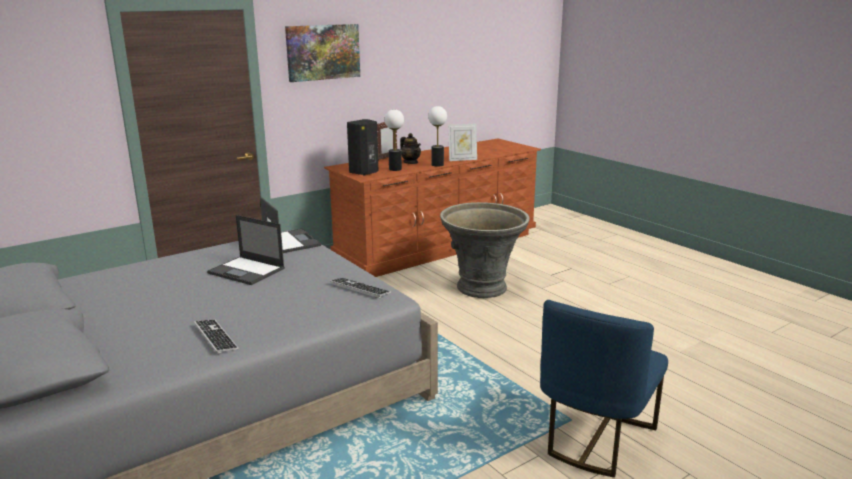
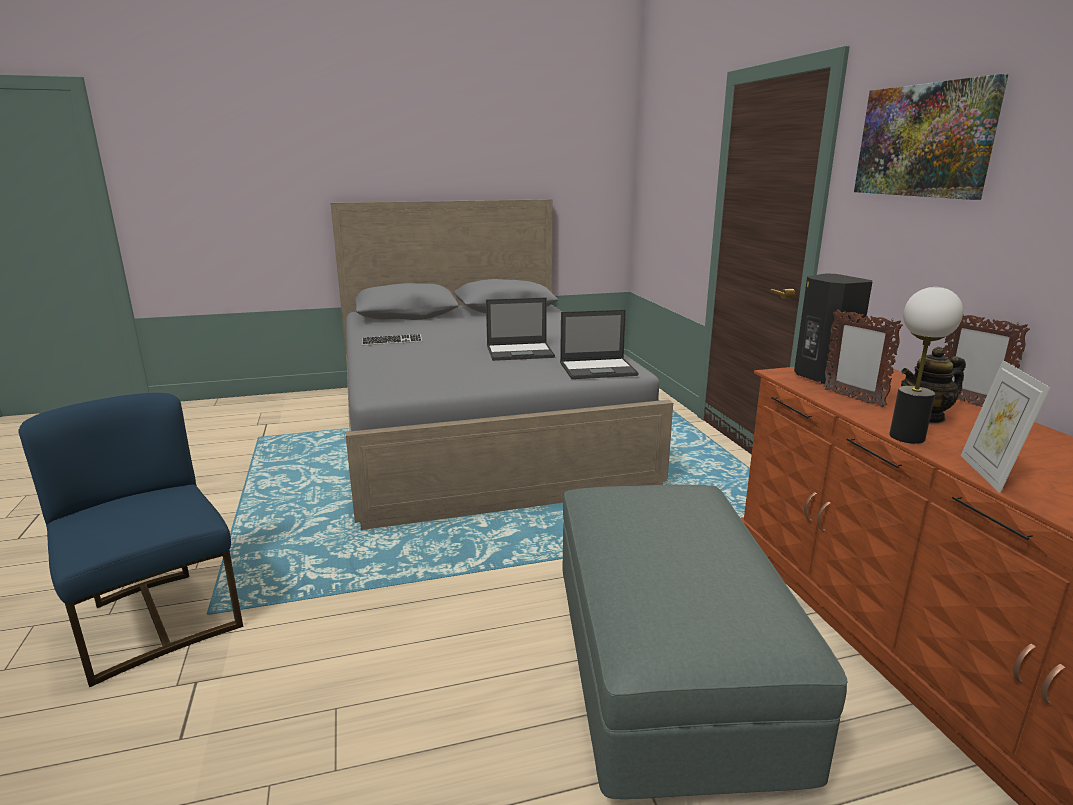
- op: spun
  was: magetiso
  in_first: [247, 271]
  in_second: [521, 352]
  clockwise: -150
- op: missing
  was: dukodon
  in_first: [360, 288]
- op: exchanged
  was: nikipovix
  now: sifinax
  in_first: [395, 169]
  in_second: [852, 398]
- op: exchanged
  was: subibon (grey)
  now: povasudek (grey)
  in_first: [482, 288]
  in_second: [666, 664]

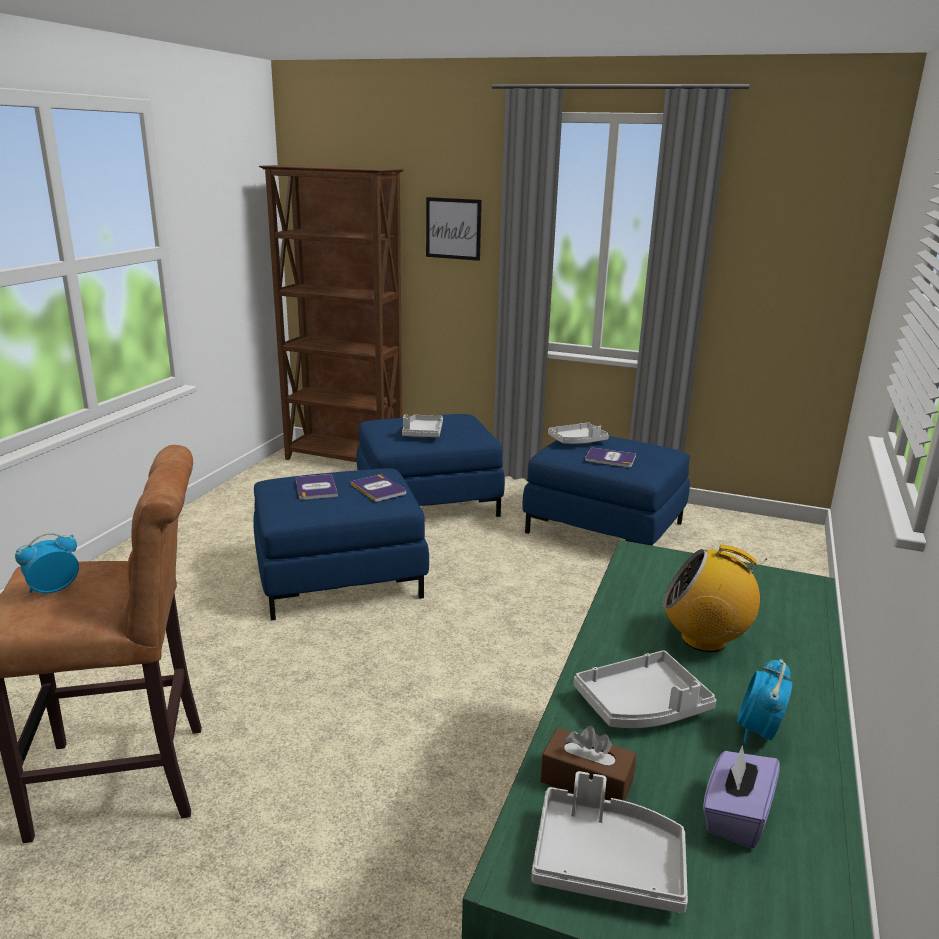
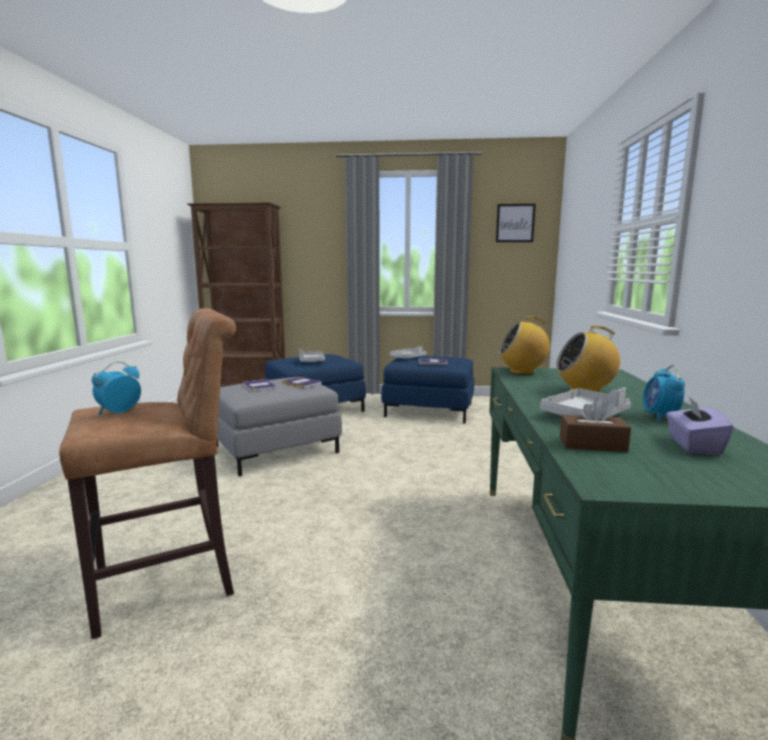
- op: colour
  was: povasudek (blue)
  now: povasudek (grey)
  in_first: [339, 577]
  in_second: [276, 449]
- op: relocated
  was: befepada
  in_first: [453, 228]
  in_second: [515, 223]
- op: missing
  was: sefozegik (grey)
  in_first: [607, 863]
- op: appeared
  now: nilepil
  in_second: [522, 372]

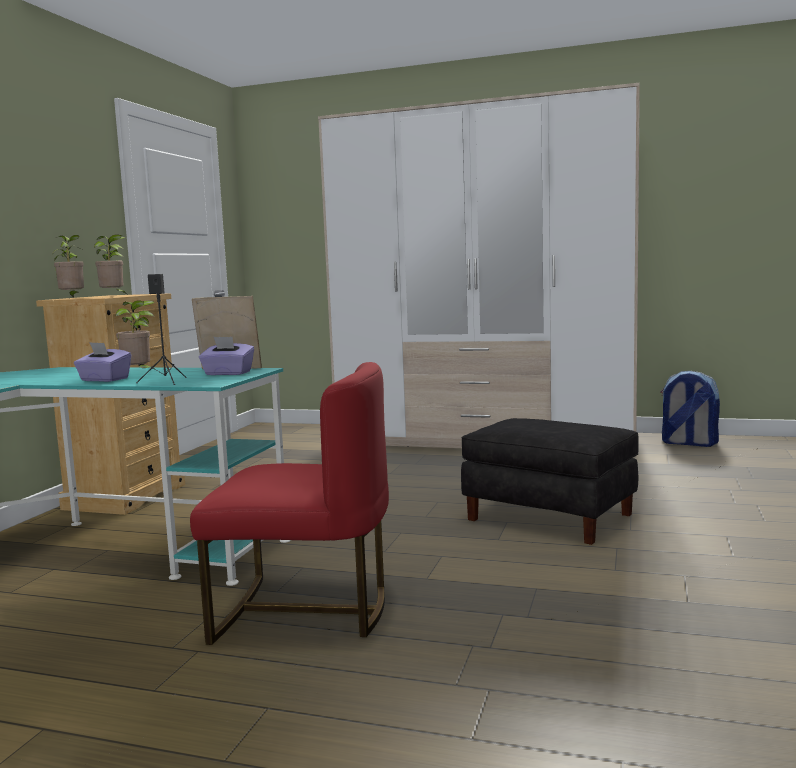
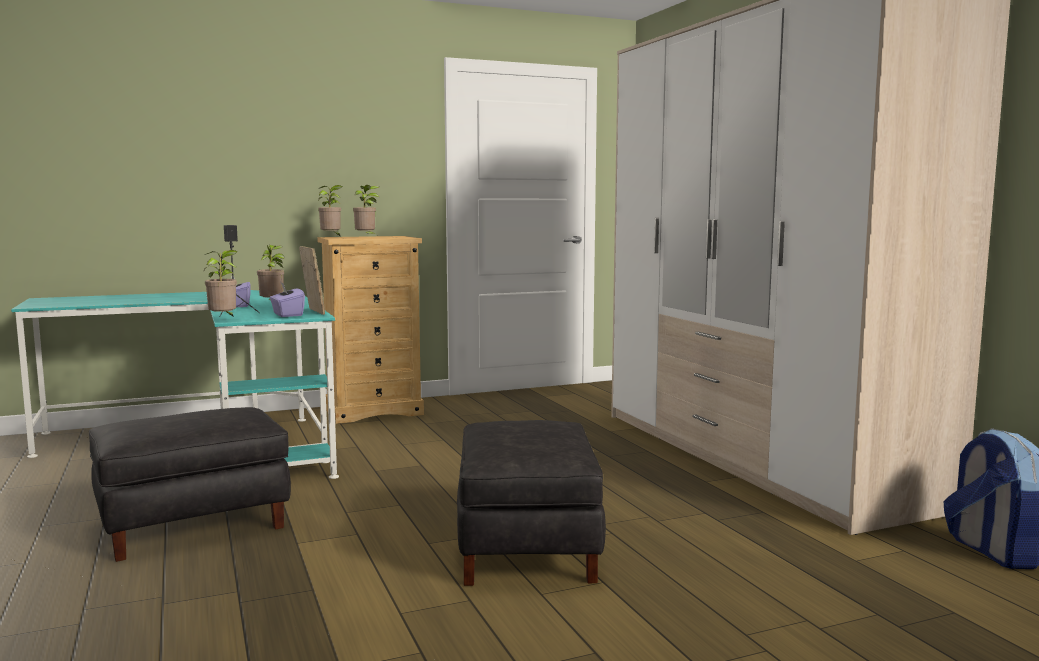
- op: exchanged
  was: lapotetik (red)
  now: povasudek (black)
  in_first: [304, 611]
  in_second: [192, 525]
- op: appeared
  now: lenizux
  in_second: [224, 320]

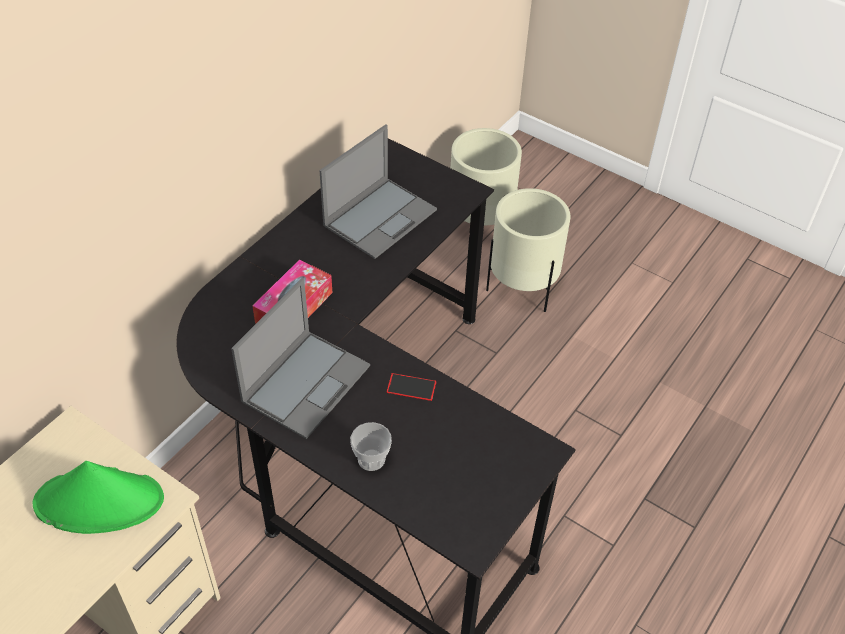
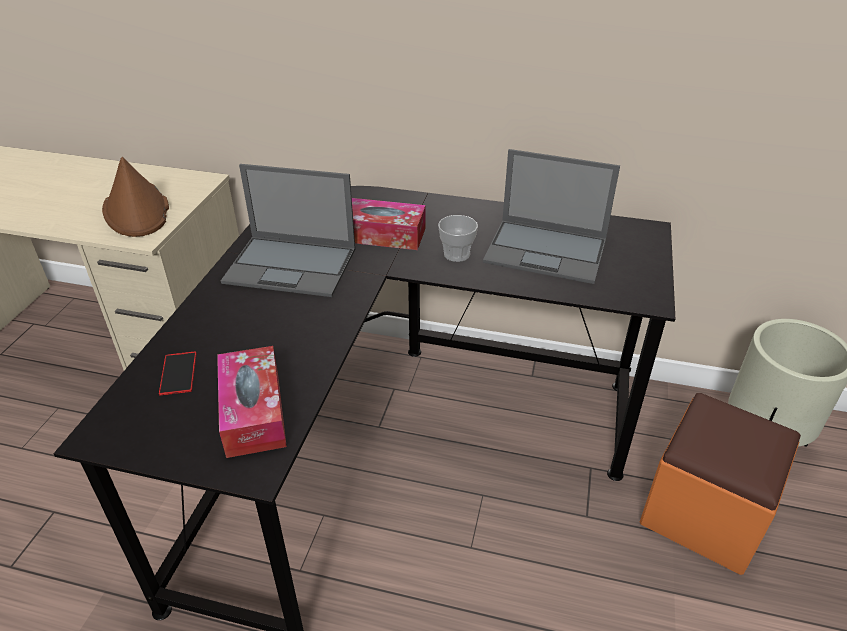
- op: colour
  was: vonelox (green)
  now: vonelox (brown)
  in_first: [100, 501]
  in_second: [137, 211]
- op: relocated
  was: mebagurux
  in_first: [371, 459]
  in_second: [456, 254]
- op: relocated
  was: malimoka
  in_first: [411, 387]
  in_second: [178, 373]
- op: exchanged
  was: subibon (beige)
  now: povasudek (orange)
  in_first: [522, 289]
  in_second: [704, 513]
- op: appeared
  now: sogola
  in_second: [253, 412]

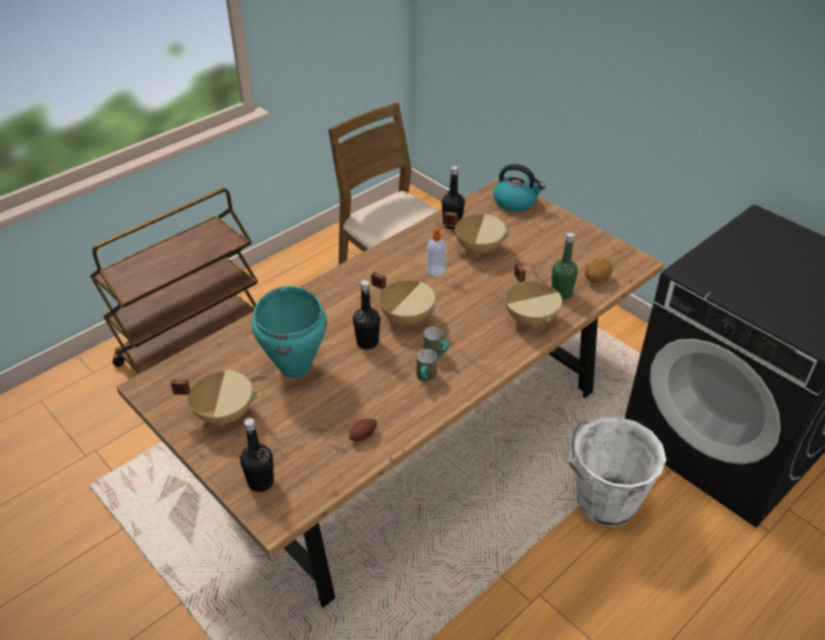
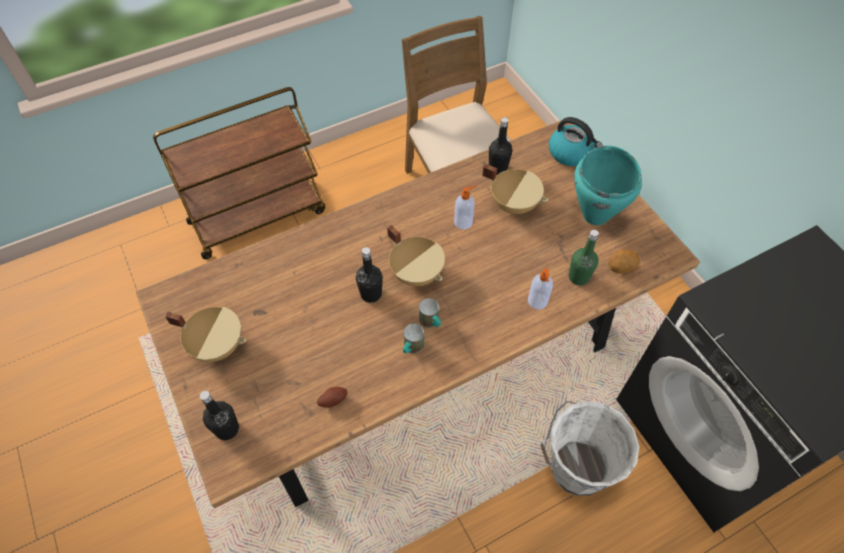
- op: relocated
  was: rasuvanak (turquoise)
  in_first: [295, 367]
  in_second: [595, 215]
- op: exchanged
  was: rasuvanak (beige)
  now: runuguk
  in_first: [531, 319]
  in_second: [537, 302]

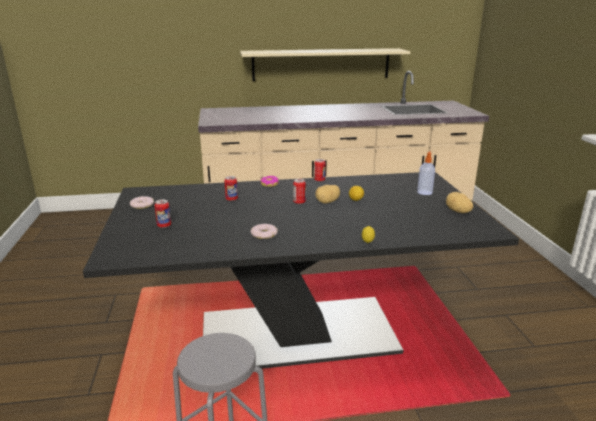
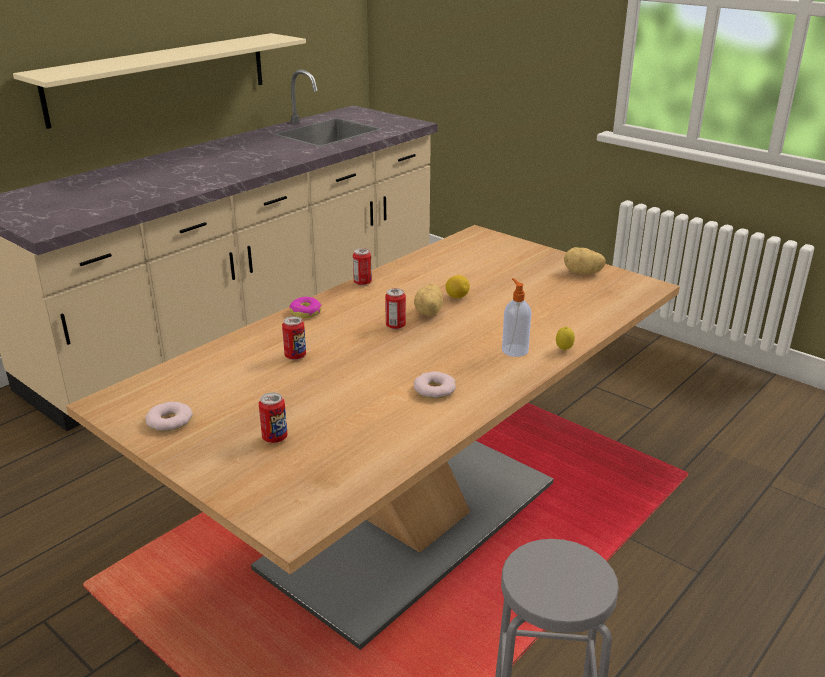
- op: colour
  was: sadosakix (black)
  now: sadosakix (beige)
  in_first: [298, 334]
  in_second: [412, 525]
- op: relocated
  was: runuguk
  in_first: [424, 192]
  in_second: [514, 350]

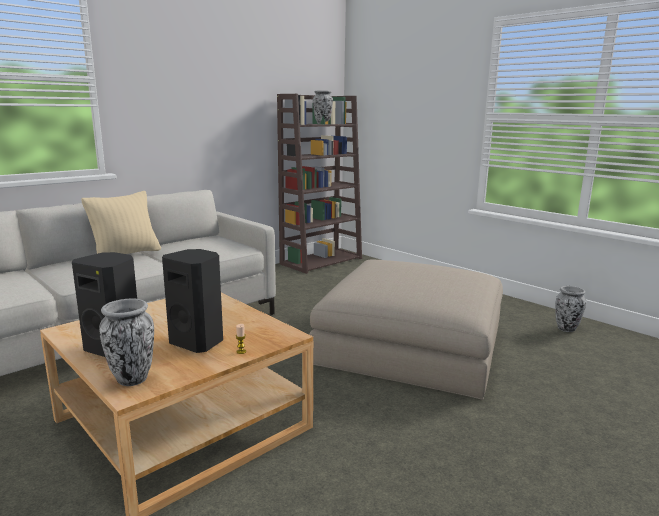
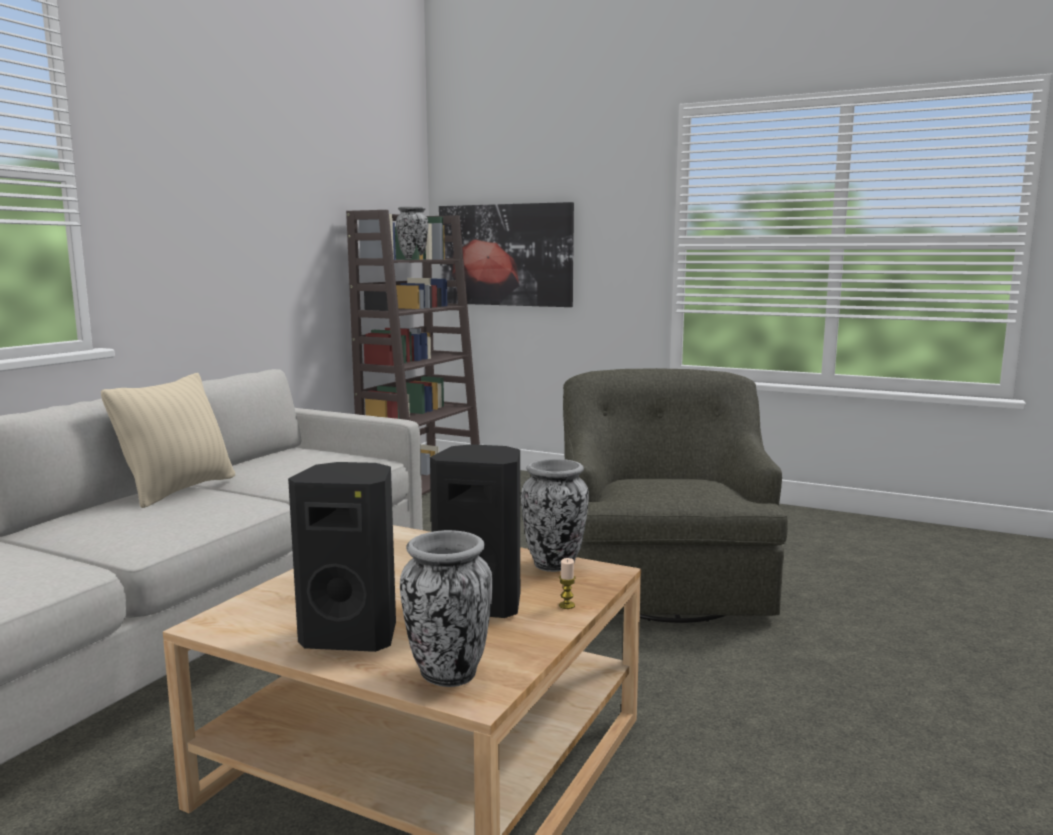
- op: exchanged
  was: povasudek (beige)
  now: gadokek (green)
  in_first: [410, 344]
  in_second: [663, 580]
- op: relocated
  was: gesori
  in_first: [566, 329]
  in_second: [554, 565]
- op: appeared
  now: befepada
  in_second: [505, 255]

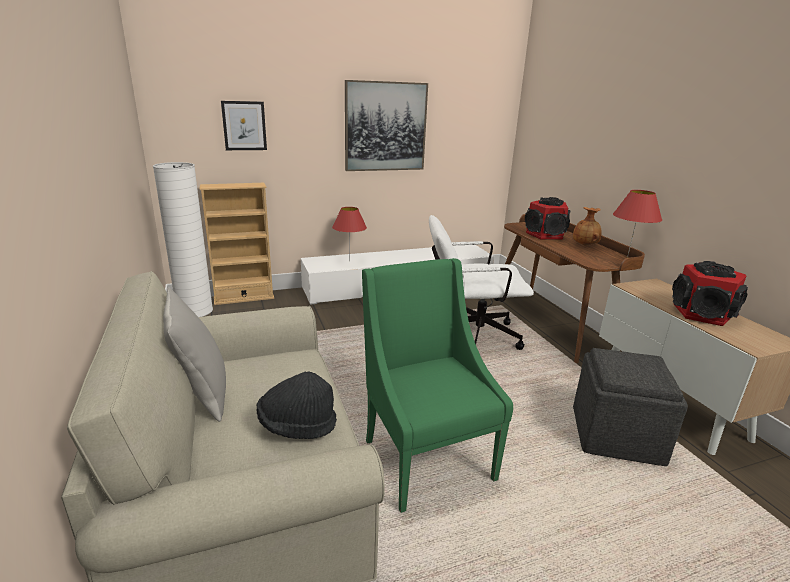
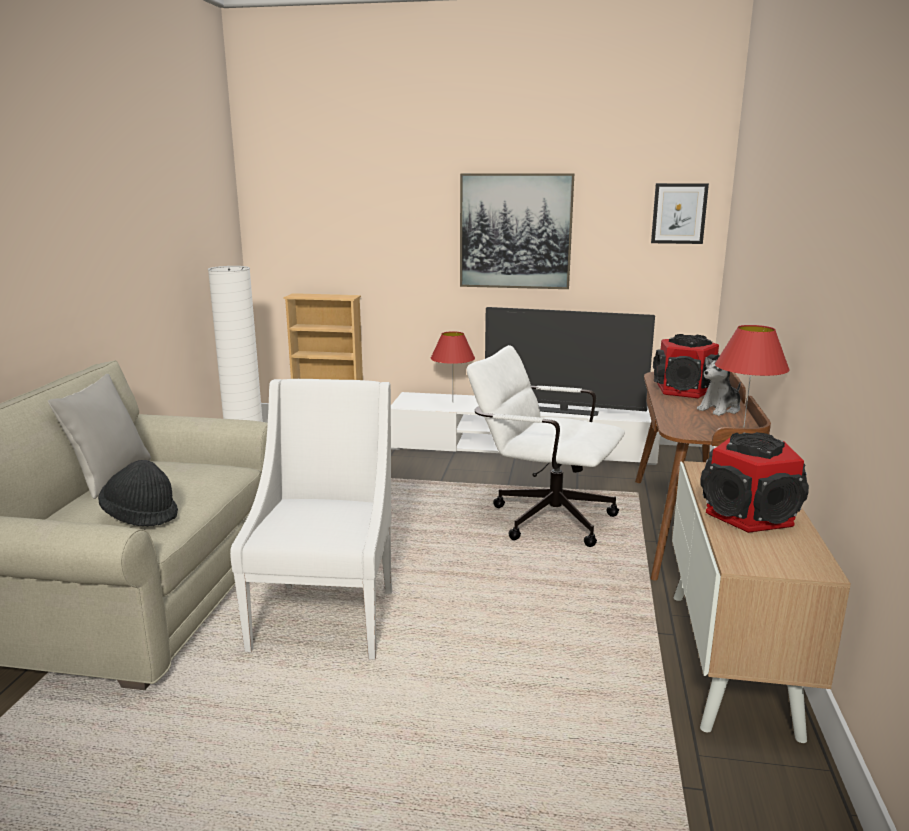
- op: relocated
  was: befepada
  in_first: [244, 126]
  in_second: [679, 213]
- op: colour
  was: gadokek (green)
  now: gadokek (white)
  in_first: [424, 457]
  in_second: [327, 616]
- op: exchanged
  was: gesori (brown)
  now: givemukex
  in_first: [585, 245]
  in_second: [720, 409]
- op: missing
  was: povasudek (grey)
  in_first: [615, 434]
- op: appeared
  now: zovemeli
  in_second: [563, 411]

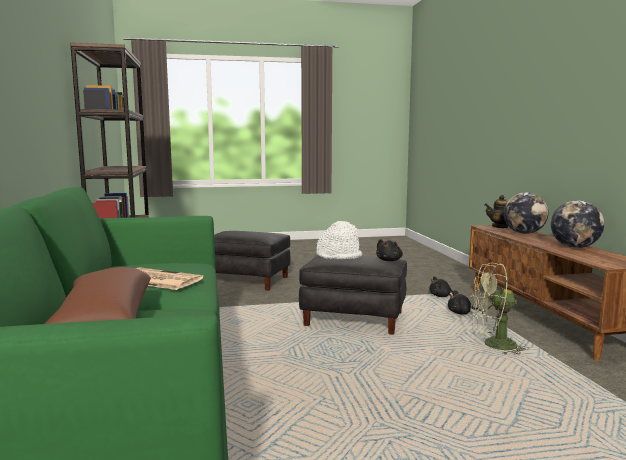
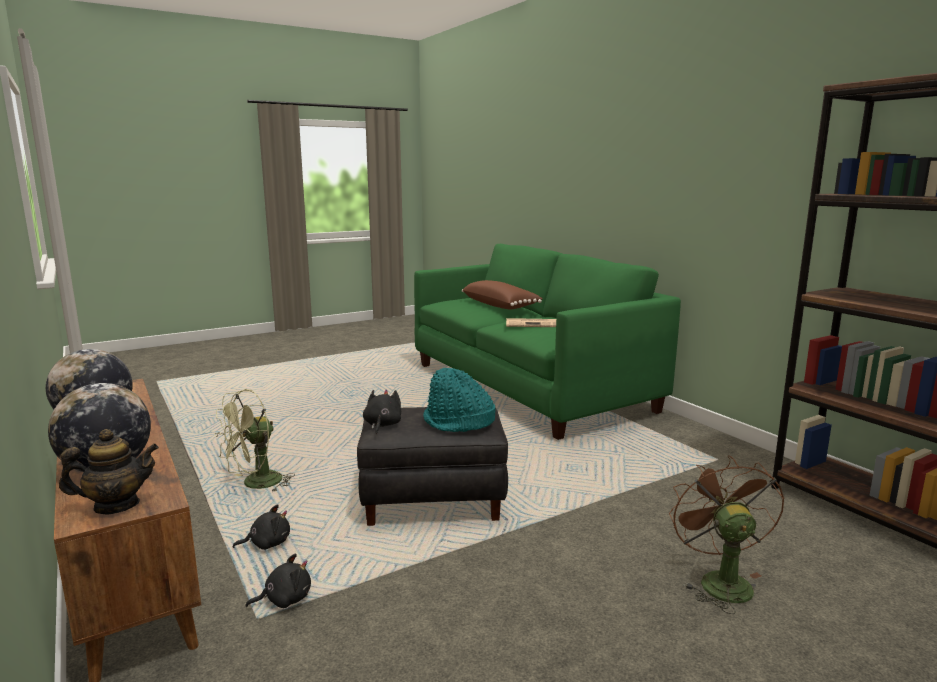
- op: exchanged
  was: povasudek (black)
  now: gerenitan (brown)
  in_first: [247, 280]
  in_second: [719, 580]
- op: colour
  was: vonelox (white)
  now: vonelox (turquoise)
  in_first: [339, 256]
  in_second: [458, 422]
- op: spun
  was: gerenitan (green)
  in_first: [493, 345]
  in_second: [255, 484]
  clockwise: 150

